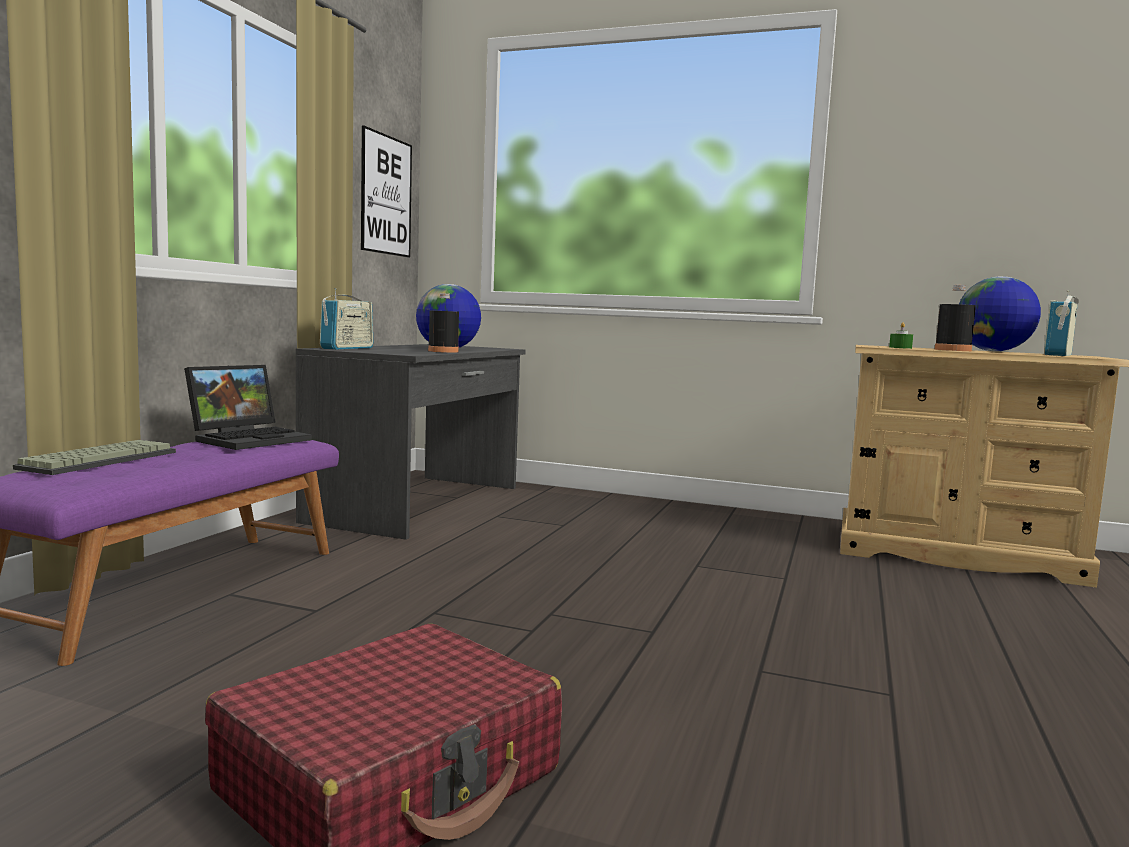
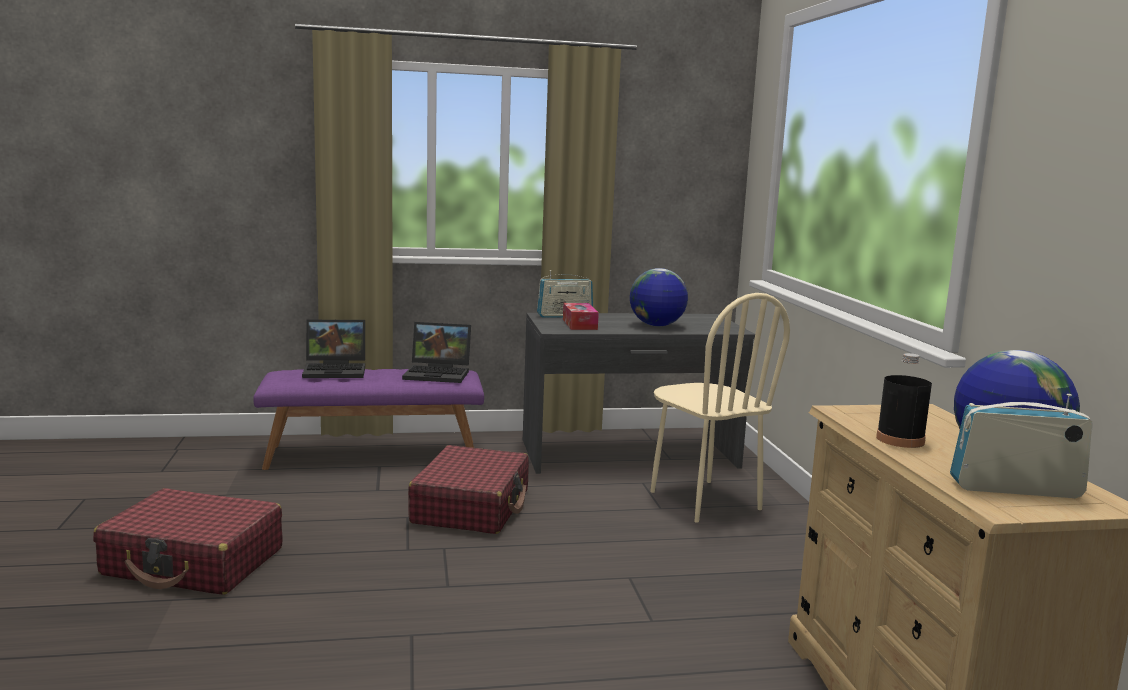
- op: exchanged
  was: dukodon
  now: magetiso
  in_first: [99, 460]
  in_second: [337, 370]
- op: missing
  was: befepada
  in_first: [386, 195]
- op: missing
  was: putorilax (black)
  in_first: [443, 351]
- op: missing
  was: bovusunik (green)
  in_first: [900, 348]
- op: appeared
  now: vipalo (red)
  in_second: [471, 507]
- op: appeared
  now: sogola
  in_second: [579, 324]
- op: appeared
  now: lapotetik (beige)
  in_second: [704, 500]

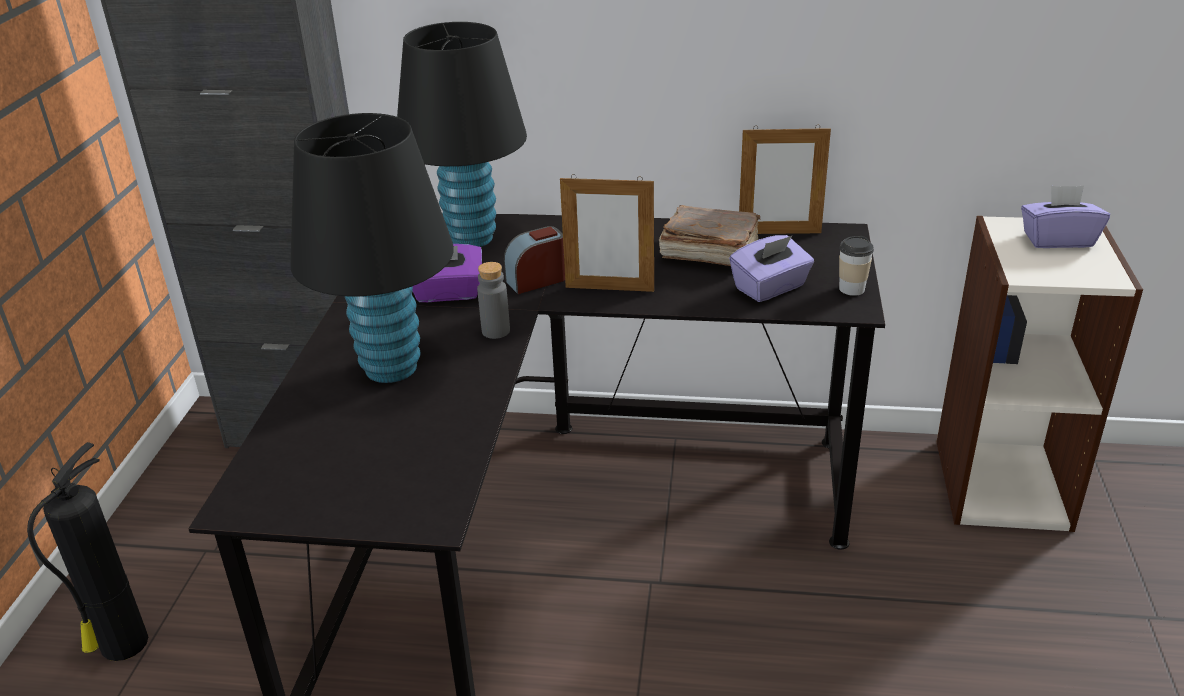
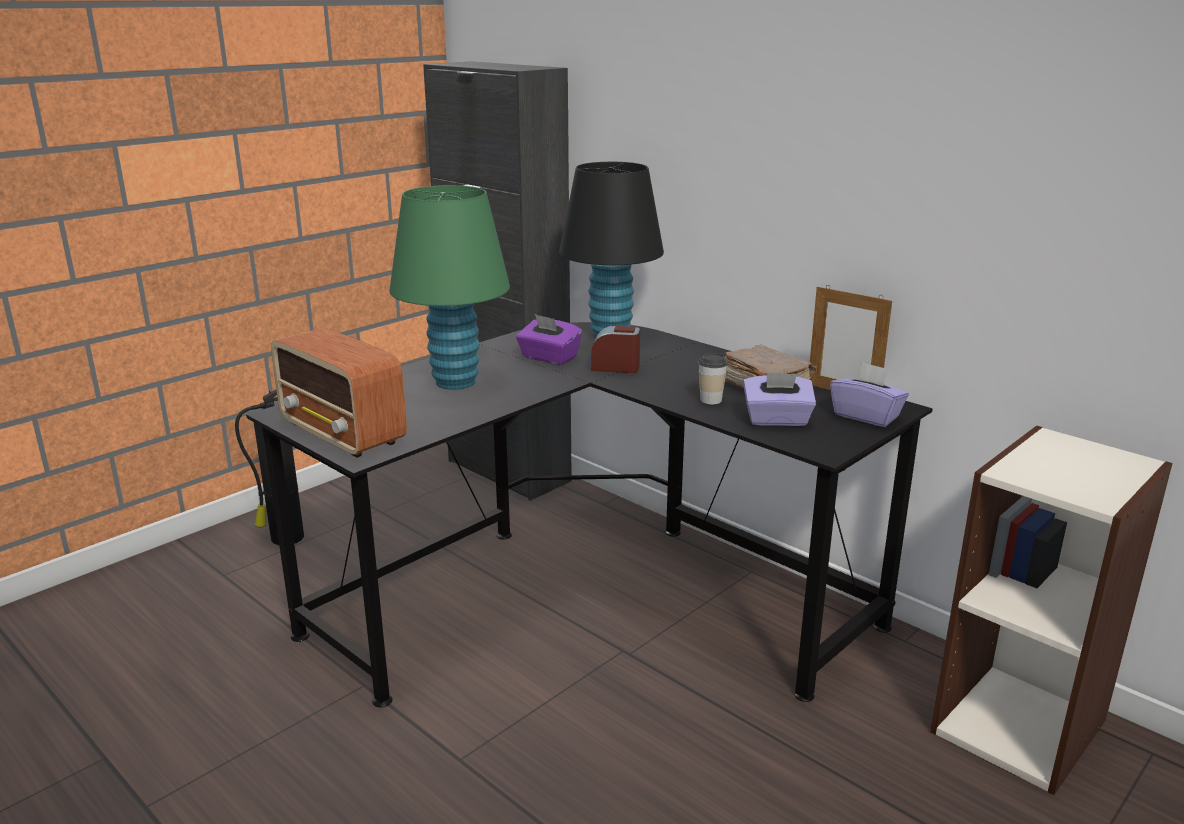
- op: colour
  was: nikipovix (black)
  now: nikipovix (green)
  in_first: [390, 368]
  in_second: [455, 382]
- op: missing
  was: putorilax (grey)
  in_first: [496, 331]
- op: missing
  was: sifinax
  in_first: [609, 289]
- op: relocated
  was: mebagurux
  in_first: [851, 289]
  in_second: [711, 400]
- op: relocated
  was: sogola (purple)
  in_first: [1057, 240]
  in_second: [866, 416]
- op: appeared
  now: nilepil
  in_second: [343, 433]

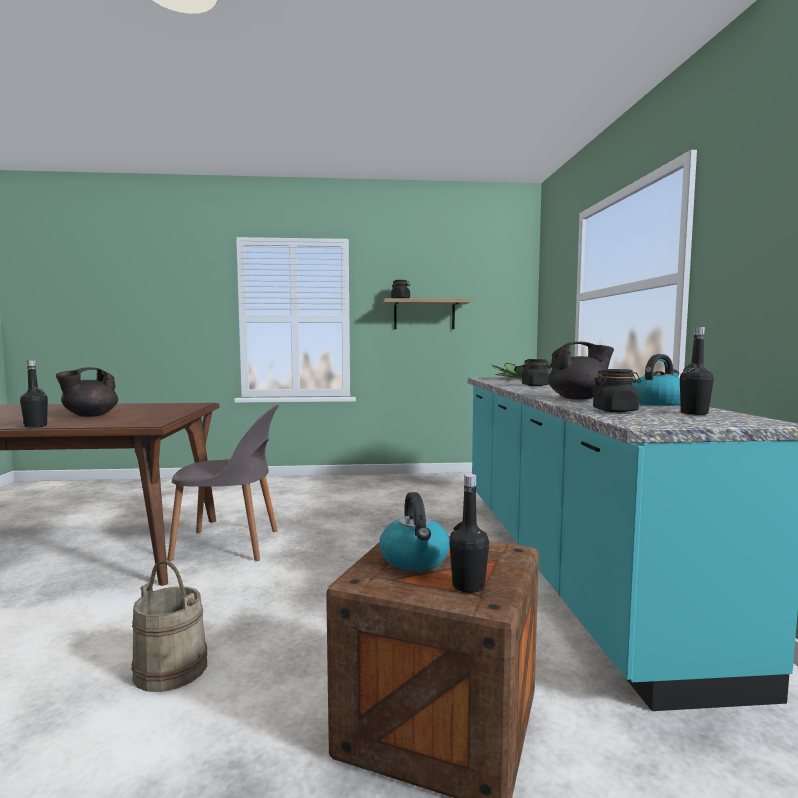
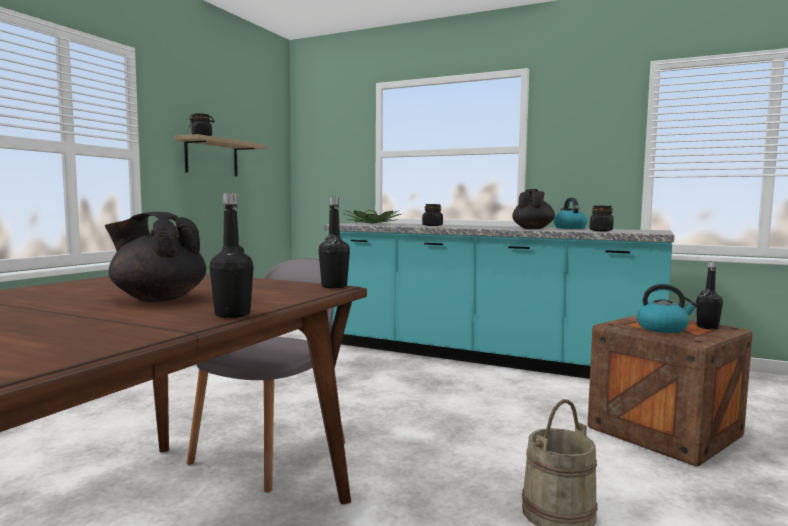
- op: spun
  was: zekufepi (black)
  in_first: [90, 415]
  in_second: [158, 299]
  clockwise: 135
- op: relocated
  was: putorilax (black)
  in_first: [694, 413]
  in_second: [334, 286]

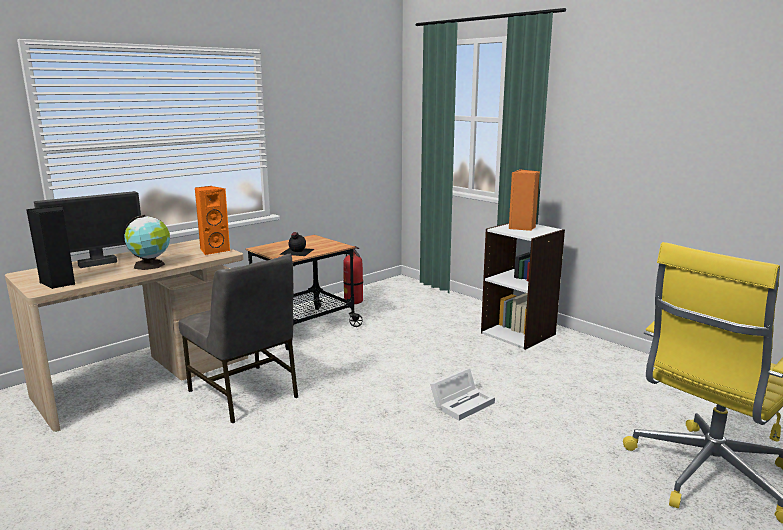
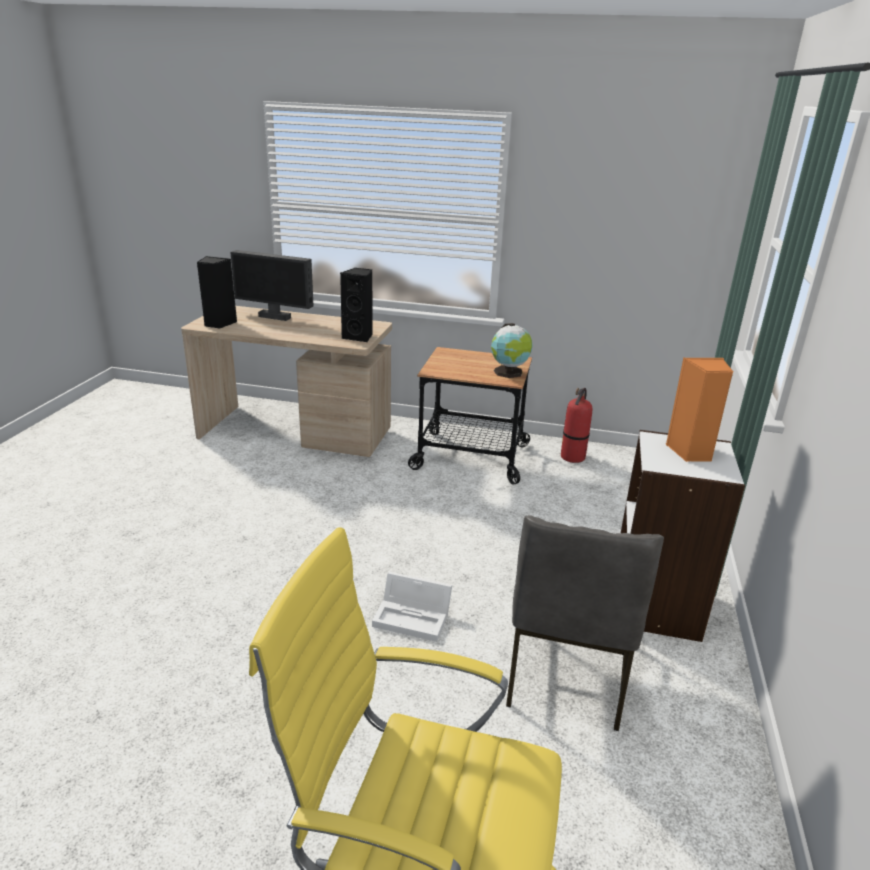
- op: relocated
  was: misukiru
  in_first: [150, 265]
  in_second: [509, 373]
- op: relocated
  was: lapotetik (grey)
  in_first: [245, 394]
  in_second: [565, 672]
- op: colour
  was: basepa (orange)
  now: basepa (black)
  in_first: [213, 250]
  in_second: [359, 337]
- op: missing
  was: putorilax (black)
  in_first: [296, 251]

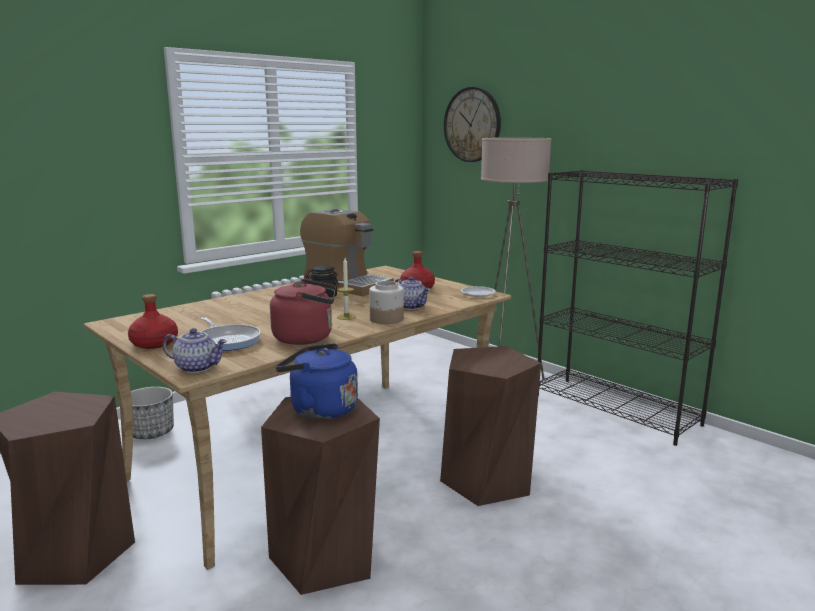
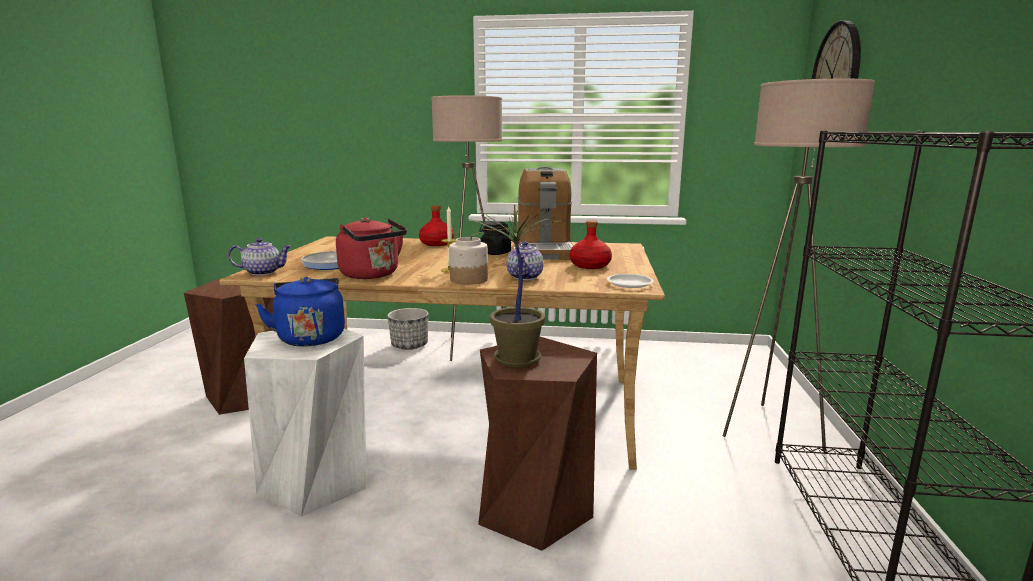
- op: relocated
  was: putorilax (red)
  in_first: [153, 344]
  in_second: [436, 244]
- op: spun
  was: zekufepi
  in_first: [197, 367]
  in_second: [263, 272]
  clockwise: -75
- op: colour
  was: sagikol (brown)
  now: sagikol (white)
  in_first: [325, 556]
  in_second: [316, 481]
- op: appeared
  now: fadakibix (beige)
  in_second: [471, 347]
- op: appeared
  now: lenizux
  in_second: [516, 360]

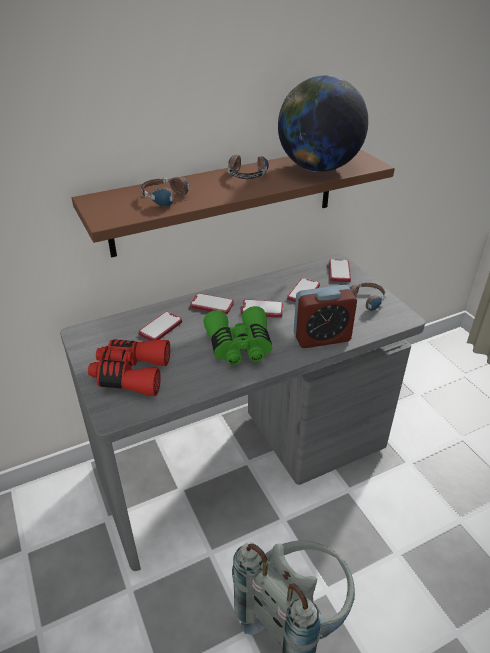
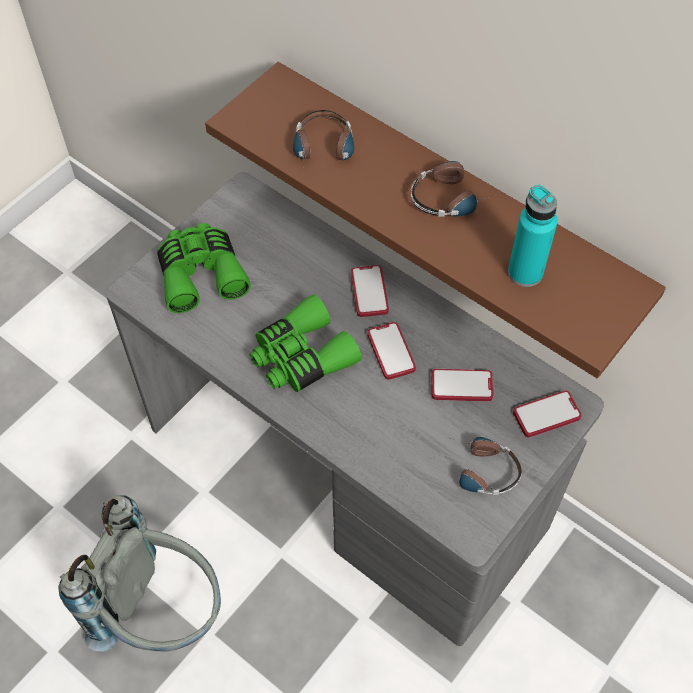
- op: colour
  was: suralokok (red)
  now: suralokok (green)
  in_first: [131, 374]
  in_second: [201, 273]
- op: missing
  was: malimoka
  in_first: [161, 328]
- op: exchanged
  was: misukiru
  now: putorilax (turquoise)
  in_first: [318, 168]
  in_second: [525, 272]
- op: missing
  was: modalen
  in_first: [321, 338]

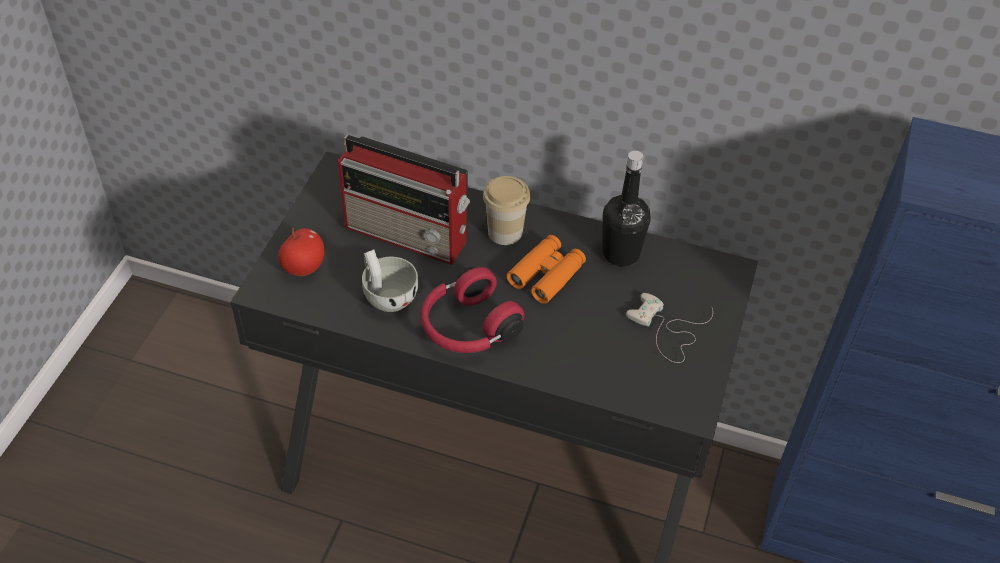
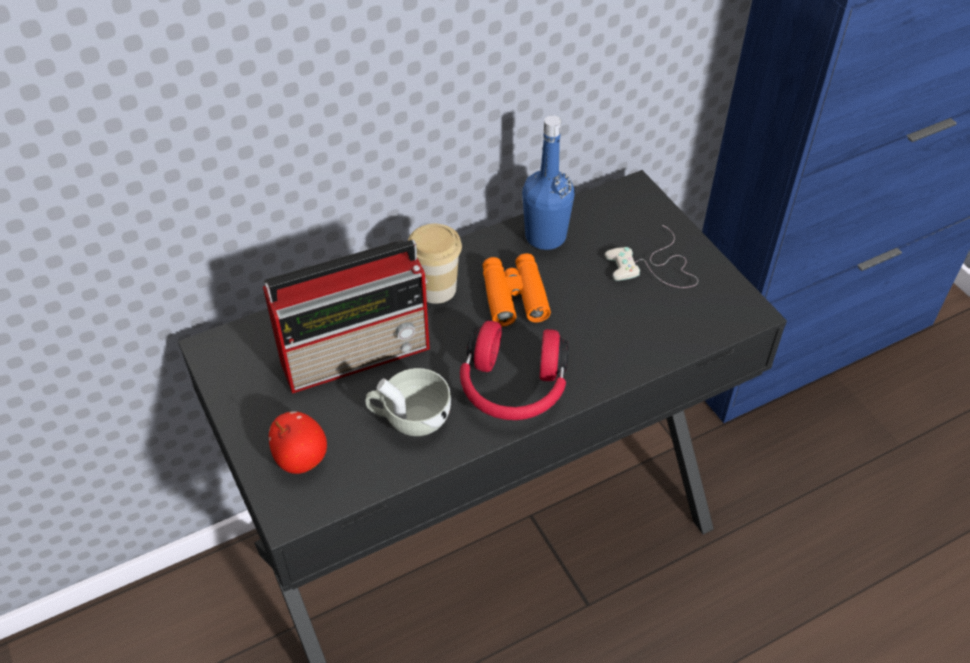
- op: colour
  was: putorilax (black)
  now: putorilax (blue)
  in_first: [620, 253]
  in_second: [545, 236]

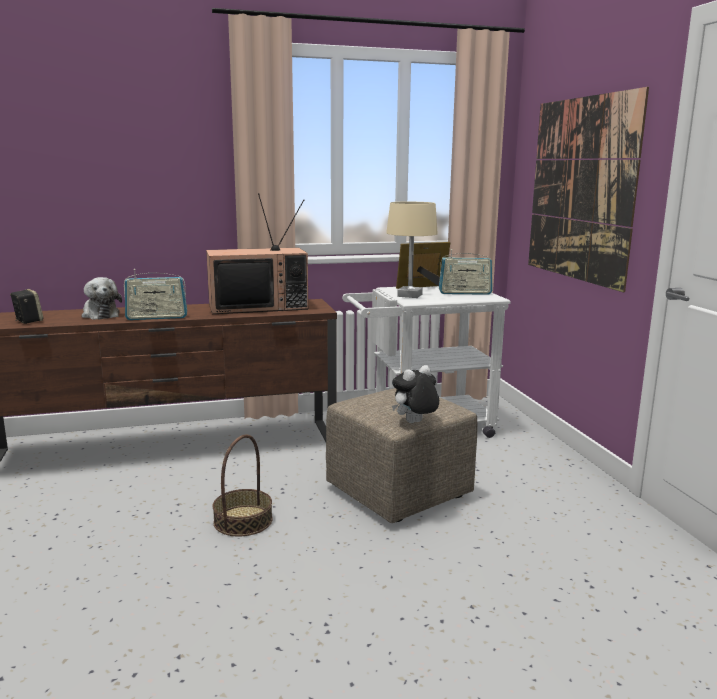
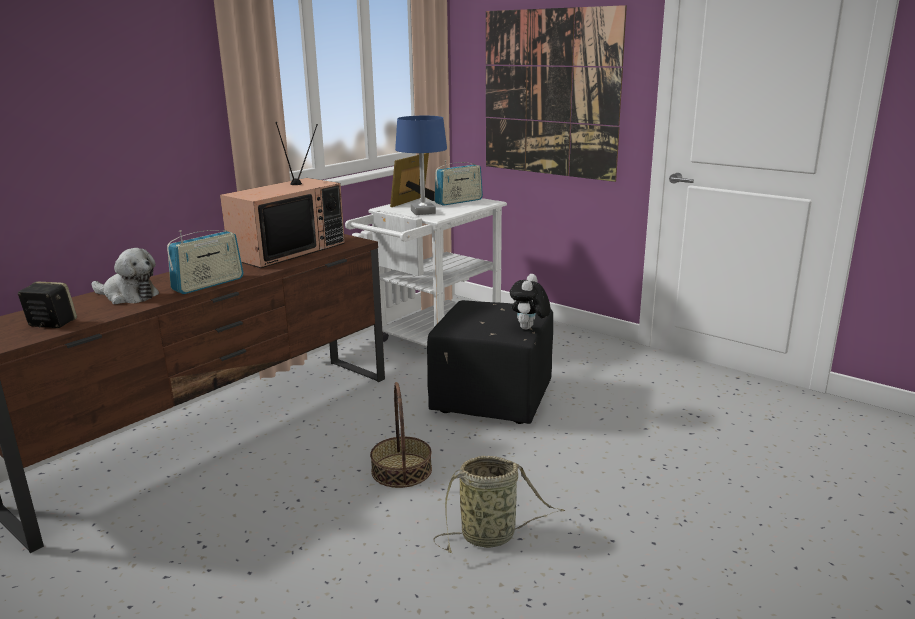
- op: colour
  was: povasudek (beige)
  now: povasudek (black)
  in_first: [398, 493]
  in_second: [492, 400]
- op: colour
  was: nikipovix (beige)
  now: nikipovix (blue)
  in_first: [409, 295]
  in_second: [423, 212]
- op: appeared
  now: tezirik
  in_second: [492, 536]

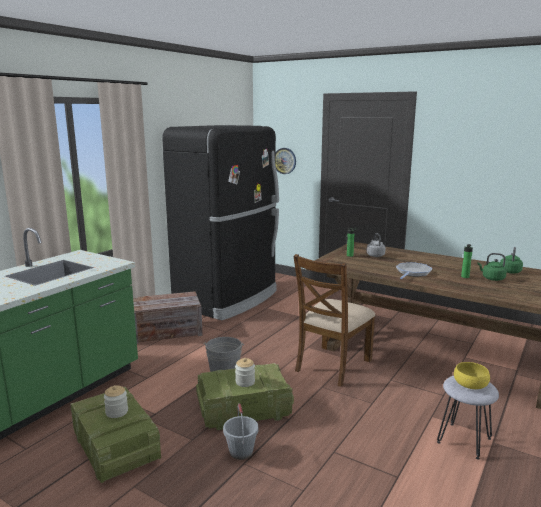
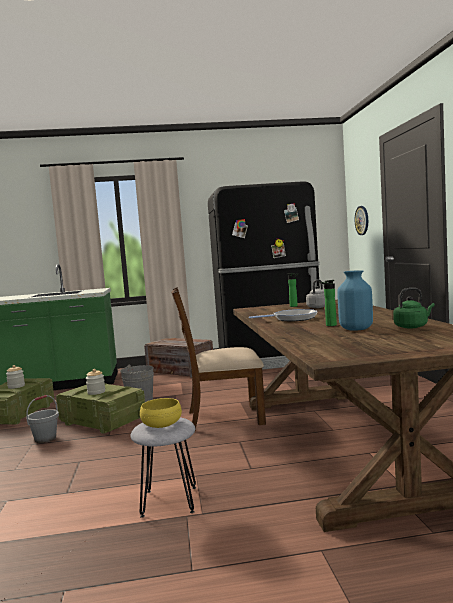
- op: exchanged
  was: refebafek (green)
  now: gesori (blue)
  in_first: [492, 278]
  in_second: [355, 329]

